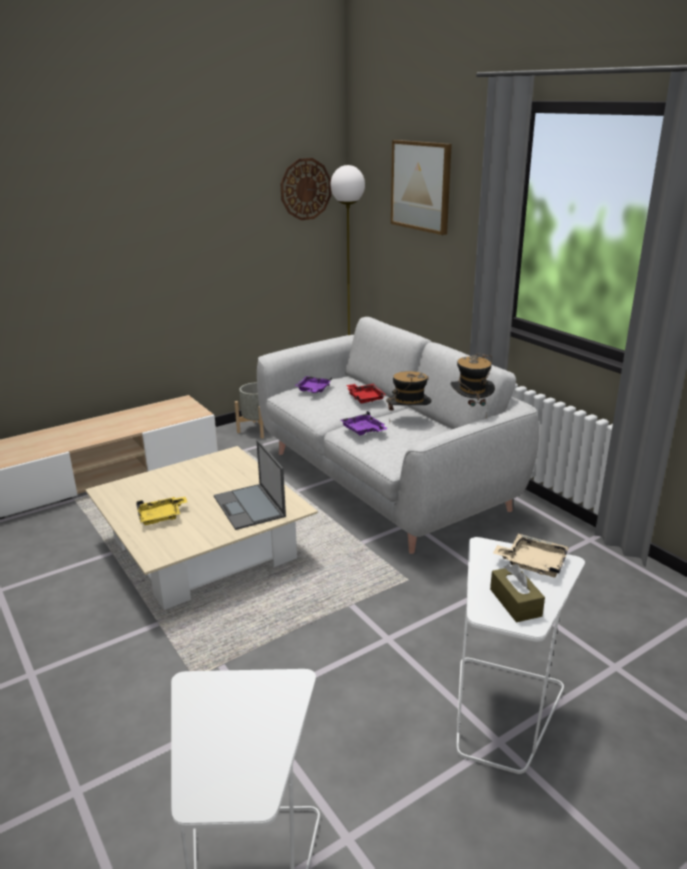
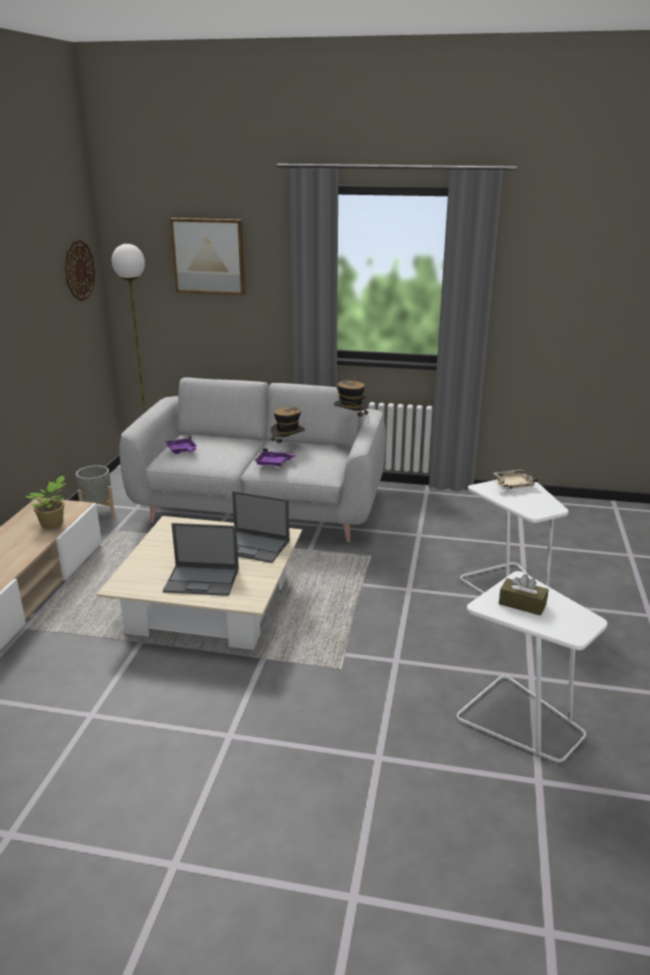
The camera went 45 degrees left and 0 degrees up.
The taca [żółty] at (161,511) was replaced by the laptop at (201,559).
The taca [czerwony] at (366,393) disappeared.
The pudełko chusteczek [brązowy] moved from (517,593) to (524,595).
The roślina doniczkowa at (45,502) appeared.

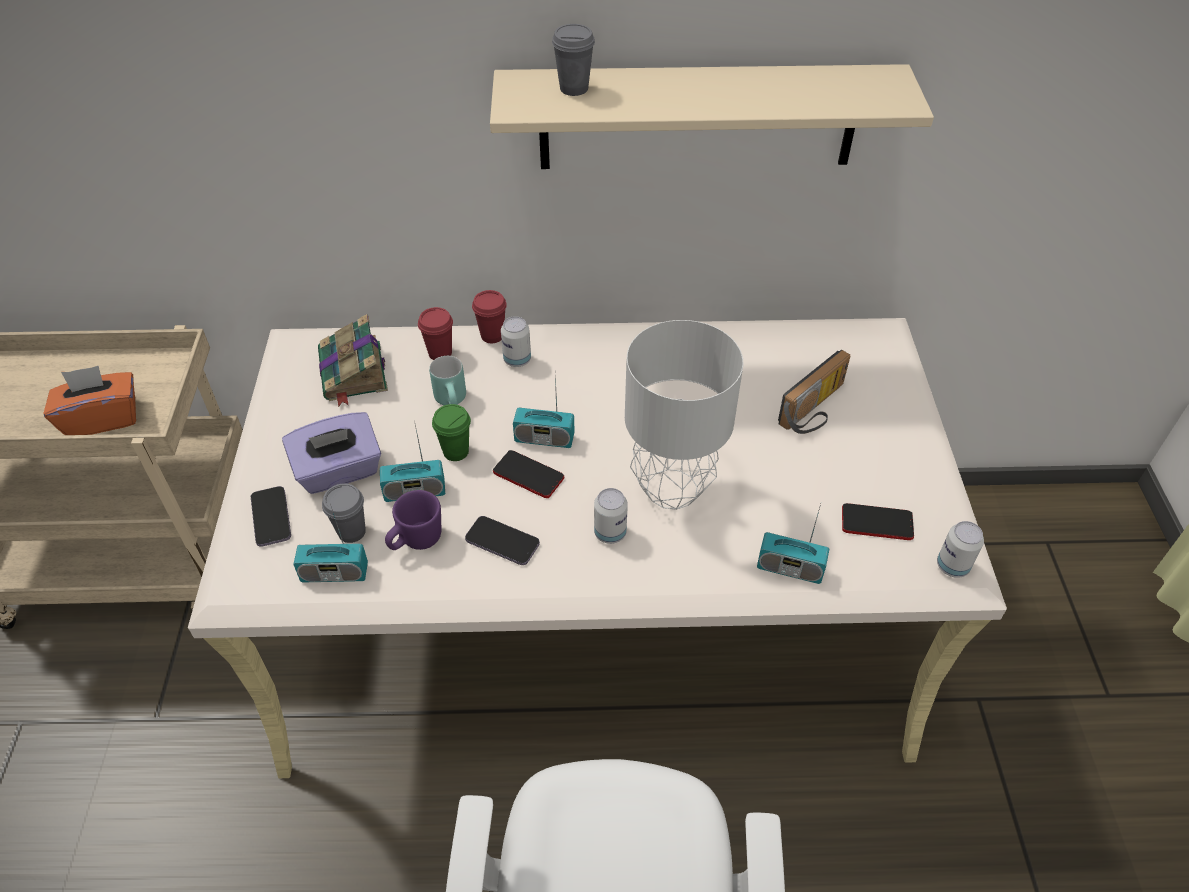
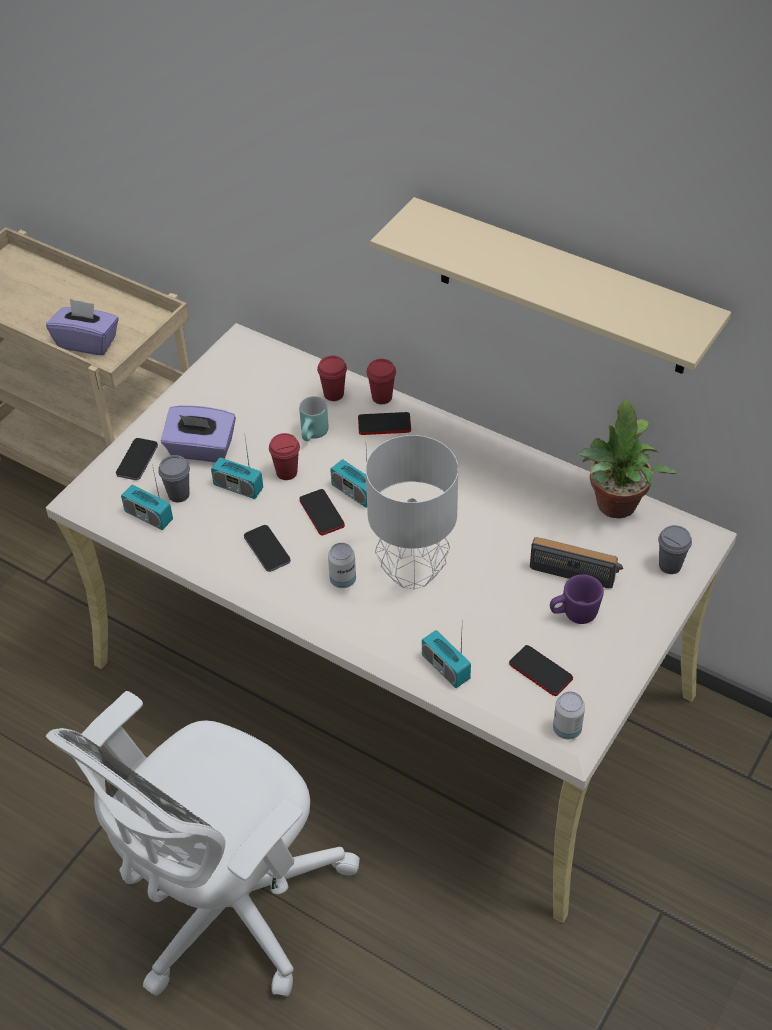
The camera went 35 degrees right and 0 degrees up.
The pudełko chusteczek [pomarańczowy] at (89,400) became the pudełko chusteczek [fioletowy] at (82,327).
The książka at (353,360) disappeared.
The kubek [fioletowy] moved from (413,520) to (577,599).
The filiżanka [zielony] at (451,432) became the filiżanka [czerwony] at (284,456).
The puszka at (516,341) was replaced by the telefon at (384,423).
The filiżanka [szary] moved from (573,60) to (675,549).
The radio at (814,392) turned 150 degrees counterclockwise.
The roślina doniczkowa at (627,458) appeared.

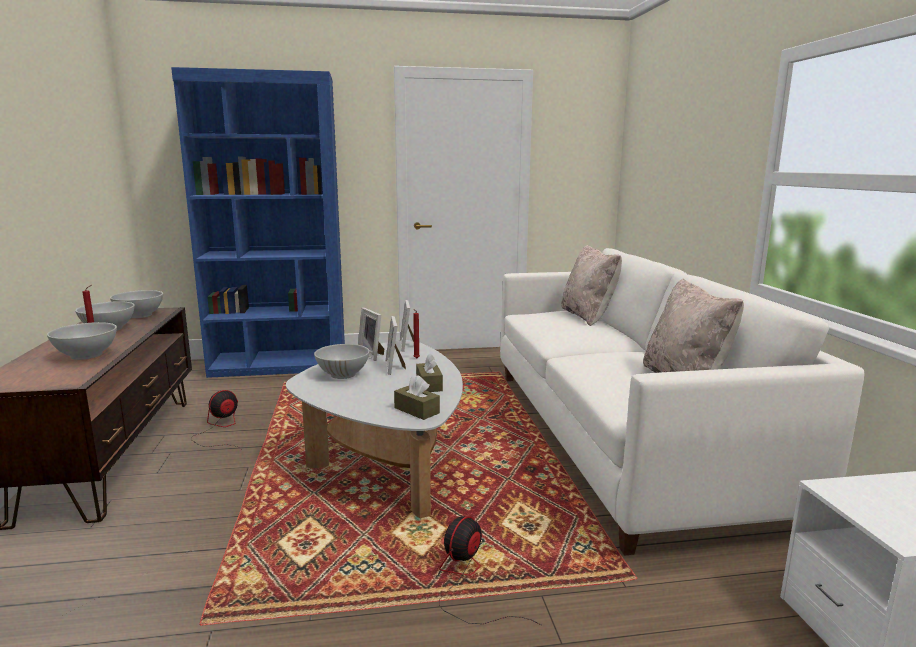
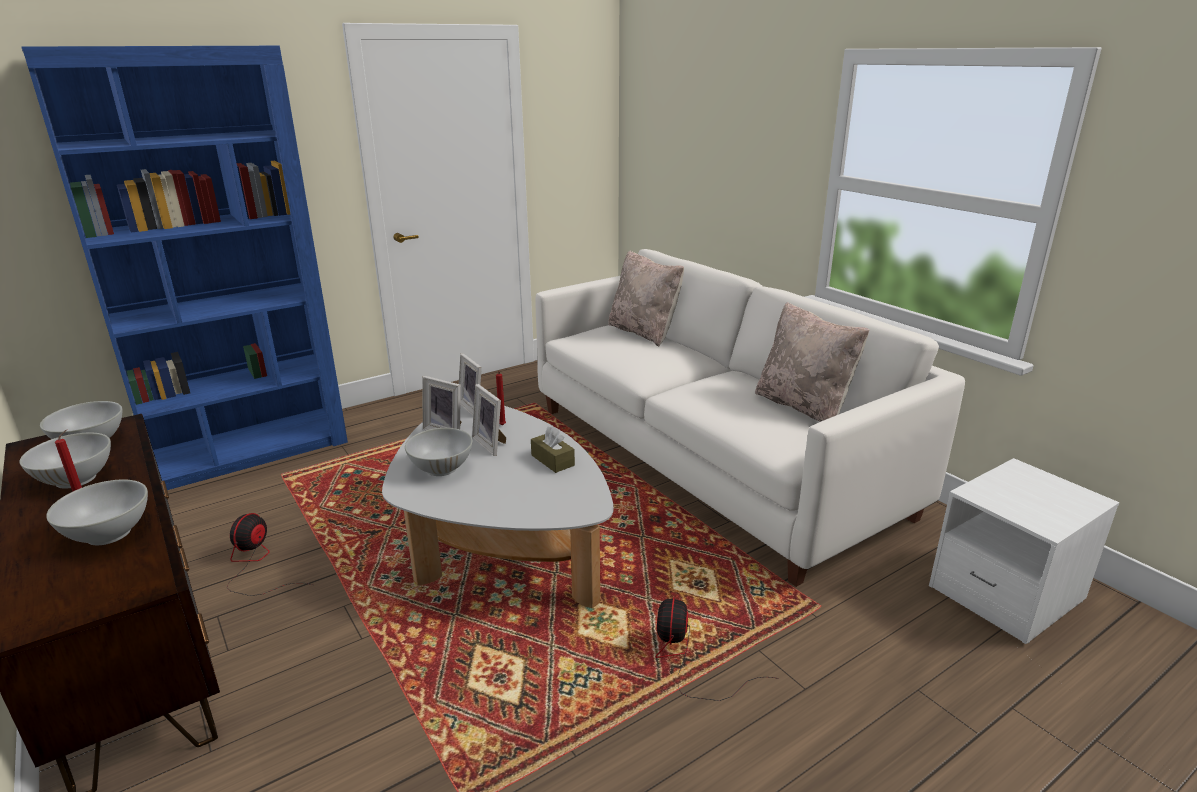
The camera went 25 degrees left and 10 degrees up.
The pudełko chusteczek [brązowy] at (417,397) disappeared.

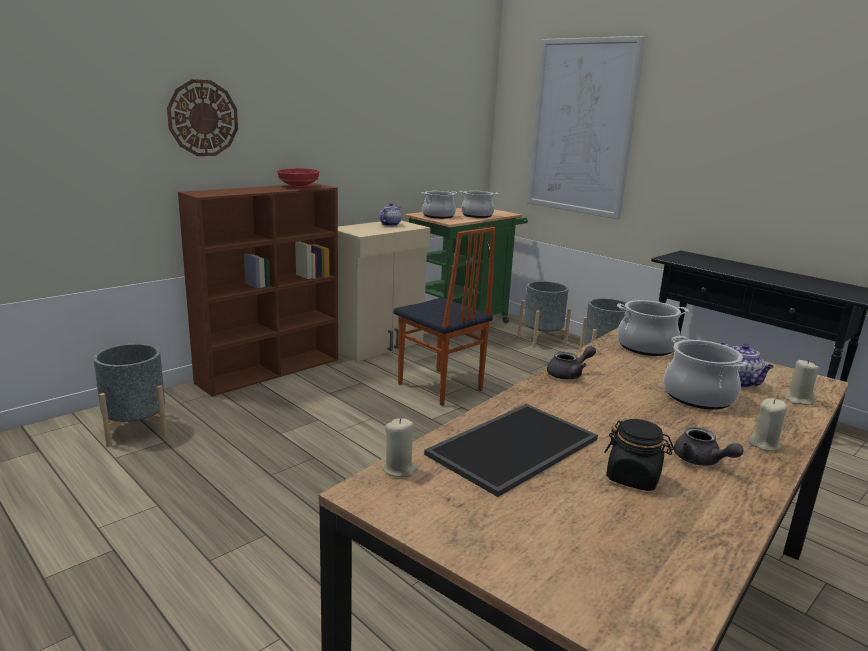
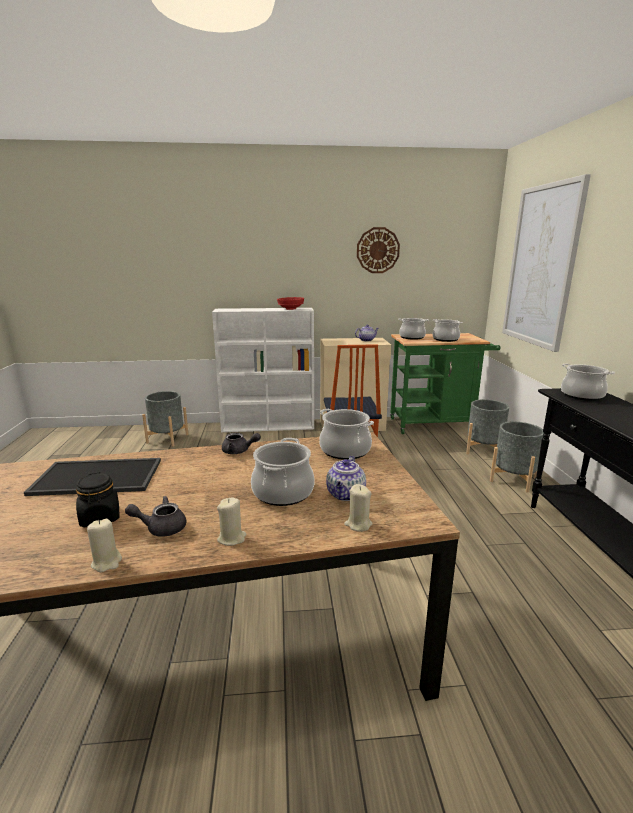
The camera went 40 degrees right and 0 degrees up.
The zegar ścienny moved from (202,117) to (378,250).
The regał [brązowy] at (258,289) became the regał [biały] at (263,370).
The świeca [beżowy] moved from (399,447) to (104,545).
The imbryk [szary] at (709,446) turned 75 degrees clockwise.
The garnek at (588,382) appeared.

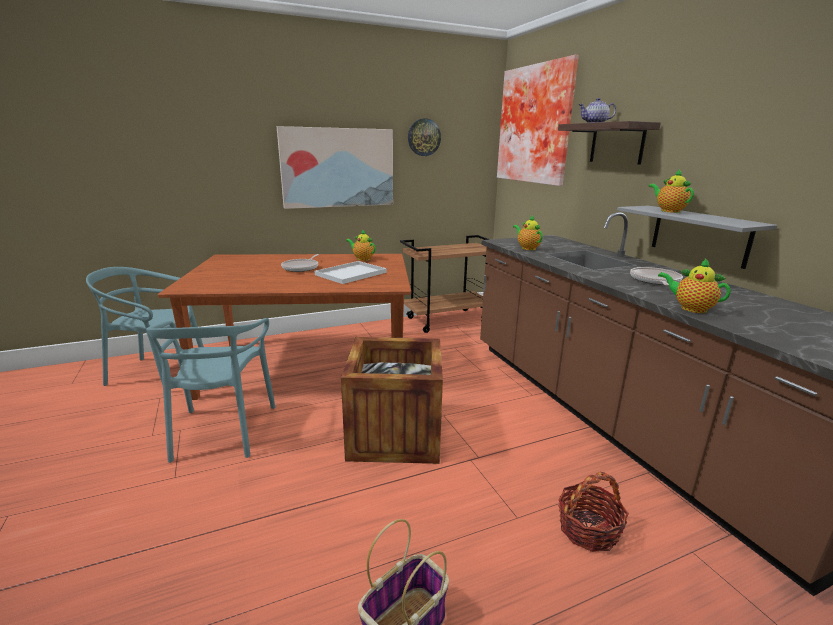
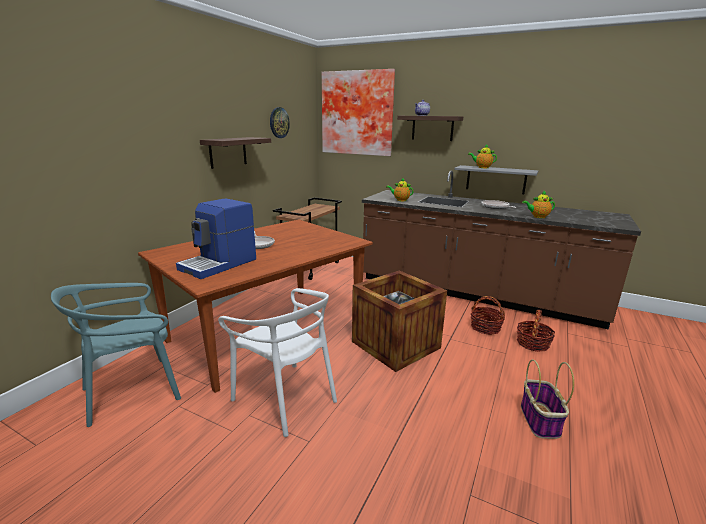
The camera went 40 degrees left and 0 degrees up.
The krzesło [turkusowy] at (211,390) became the krzesło [biały] at (277,362).
The obraz at (335,167) was replaced by the półka at (235,153).
The taca [biały] at (351,272) disappeared.
The imbryk at (361,245) disappeared.
The ekspres do kawy at (216,239) appeared.
The koszyk at (487,315) appeared.

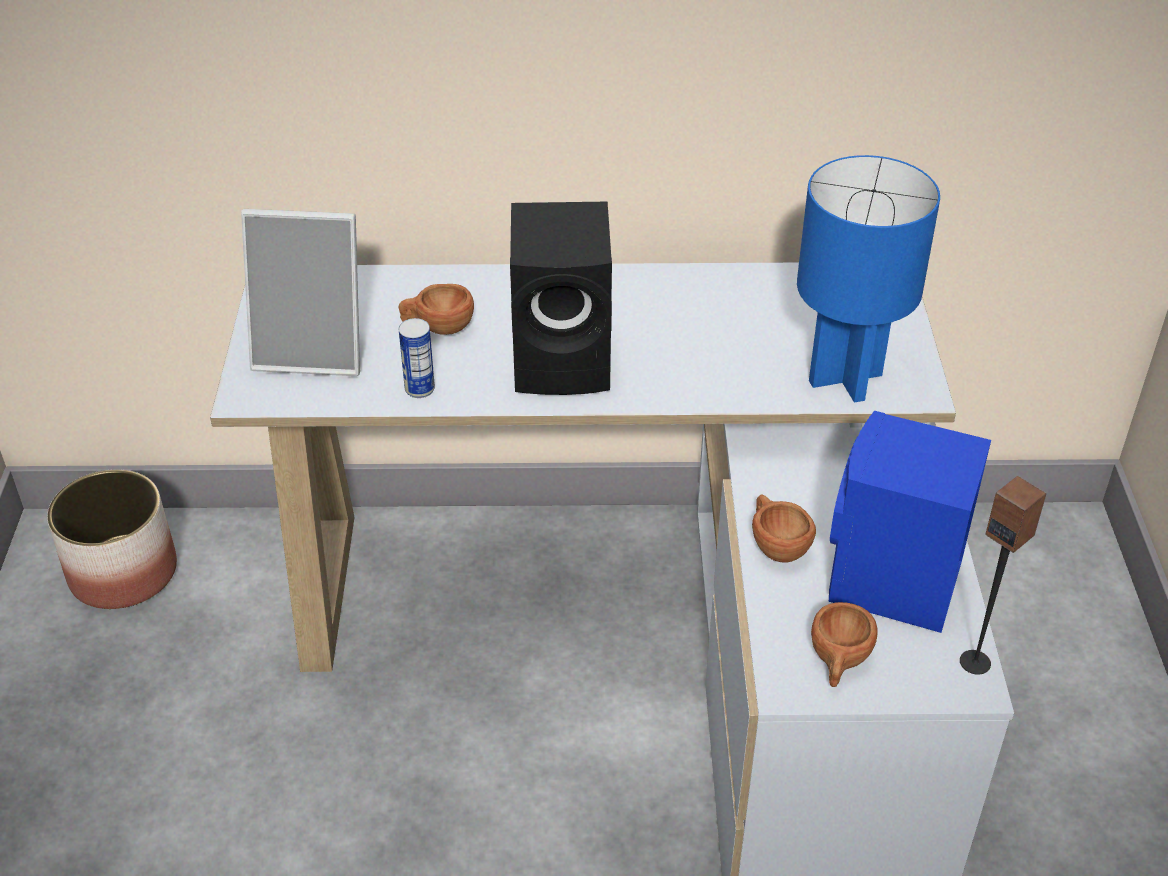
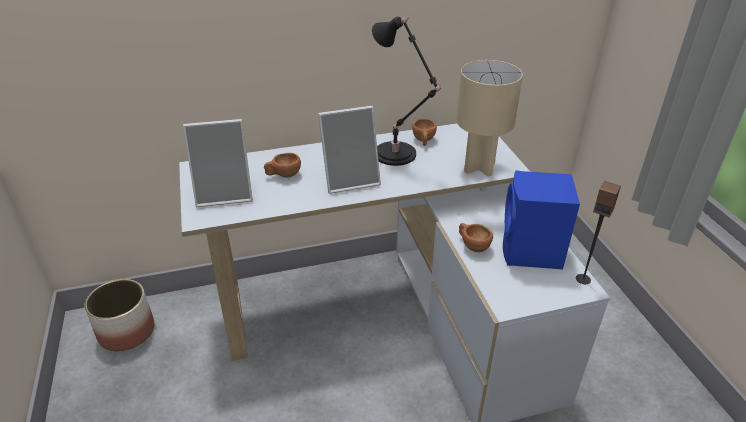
The camera went 15 degrees left and 5 degrees down.
The puszka at (417,358) disappeared.
The głośnik [czarny] at (561,298) was replaced by the ramka na zdjęcie at (349,150).
The lampa stołowa [niebieski] at (868,279) became the lampa stołowa [beżowy] at (489,118).
The filiżanka [brązowy] moved from (844,644) to (424,132).
The lampa stołowa [czarny] at (408,91) appeared.

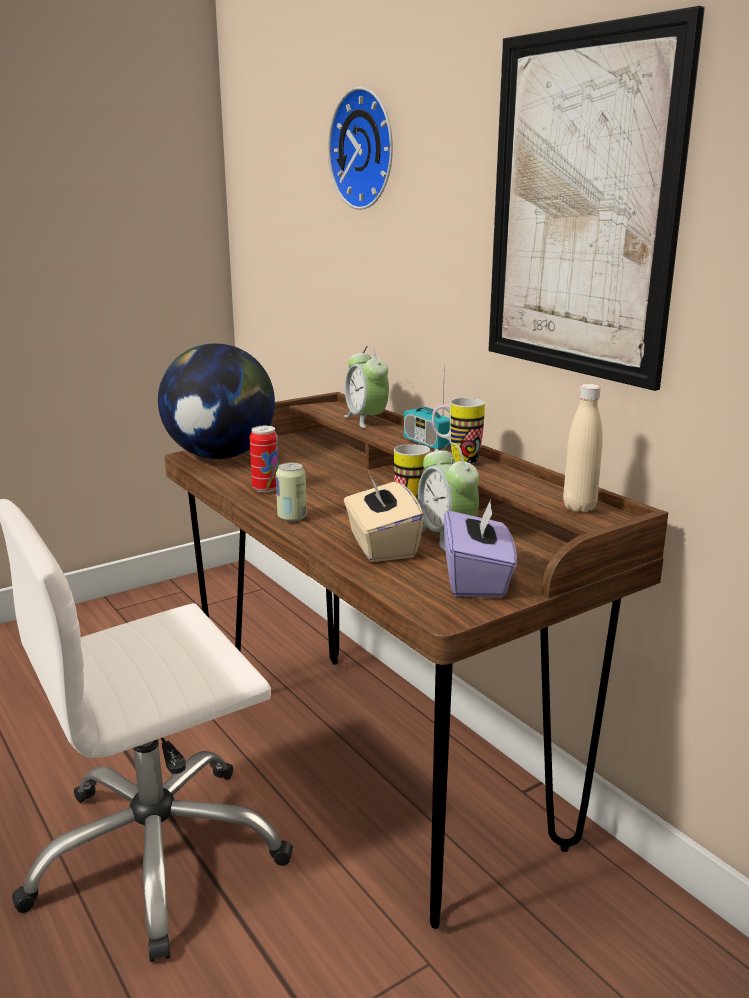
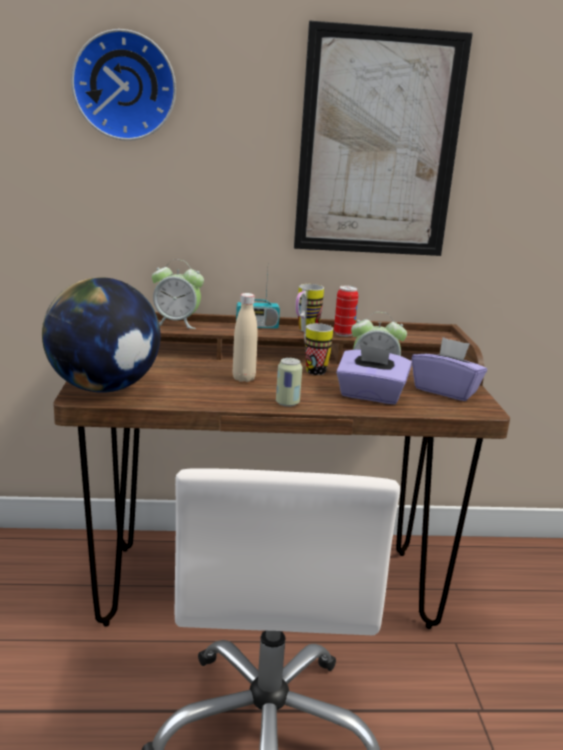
The camera went 60 degrees left and 0 degrees up.
The puszka moved from (264,459) to (346,311).
The pudełko chusteczek [beżowy] at (384,517) became the pudełko chusteczek [fioletowy] at (374,374).
The butelka [beżowy] moved from (582,448) to (245,337).

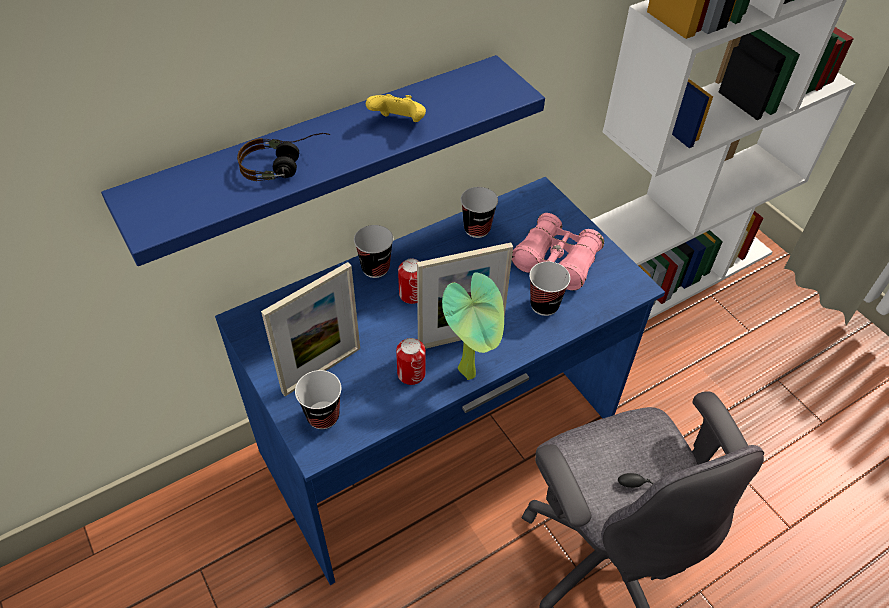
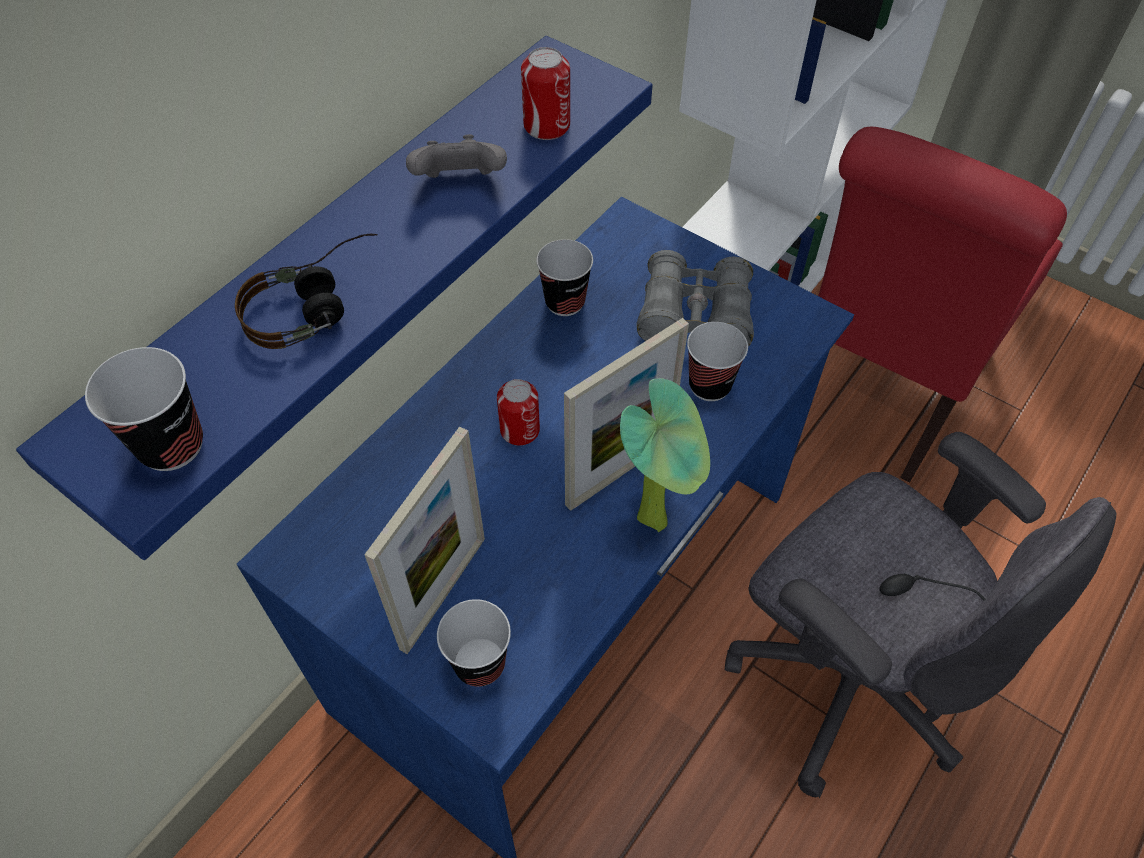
The camera went 20 degrees left and 5 degrees up.
The filiżanka moved from (373,251) to (144,409).
The pad do gier [żółty] at (396,108) became the pad do gier [szary] at (456,156).
The puszka moved from (411,361) to (545,93).
The lornetka [różowy] at (558,251) became the lornetka [szary] at (695,298).
The krzesło [czerwony] at (942,305) appeared.

